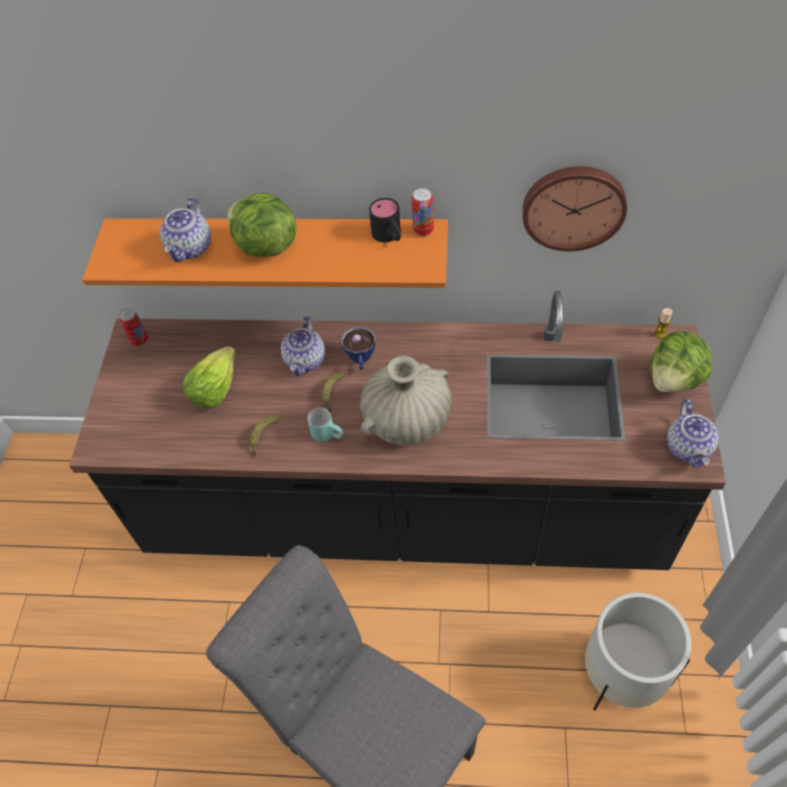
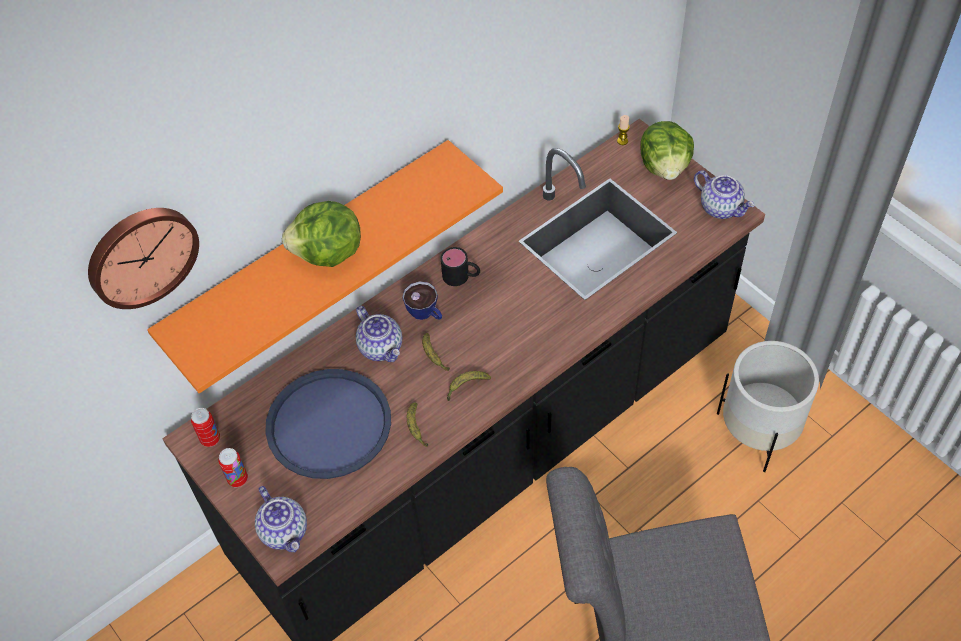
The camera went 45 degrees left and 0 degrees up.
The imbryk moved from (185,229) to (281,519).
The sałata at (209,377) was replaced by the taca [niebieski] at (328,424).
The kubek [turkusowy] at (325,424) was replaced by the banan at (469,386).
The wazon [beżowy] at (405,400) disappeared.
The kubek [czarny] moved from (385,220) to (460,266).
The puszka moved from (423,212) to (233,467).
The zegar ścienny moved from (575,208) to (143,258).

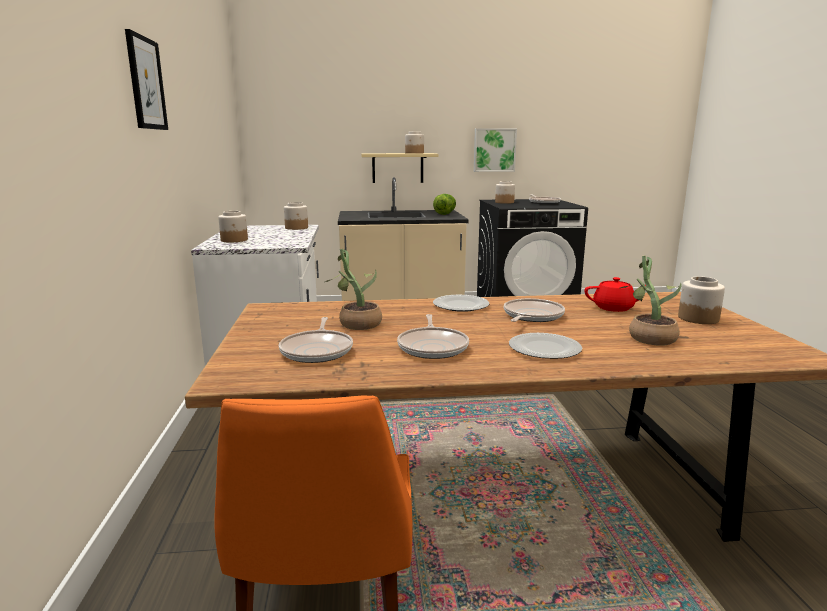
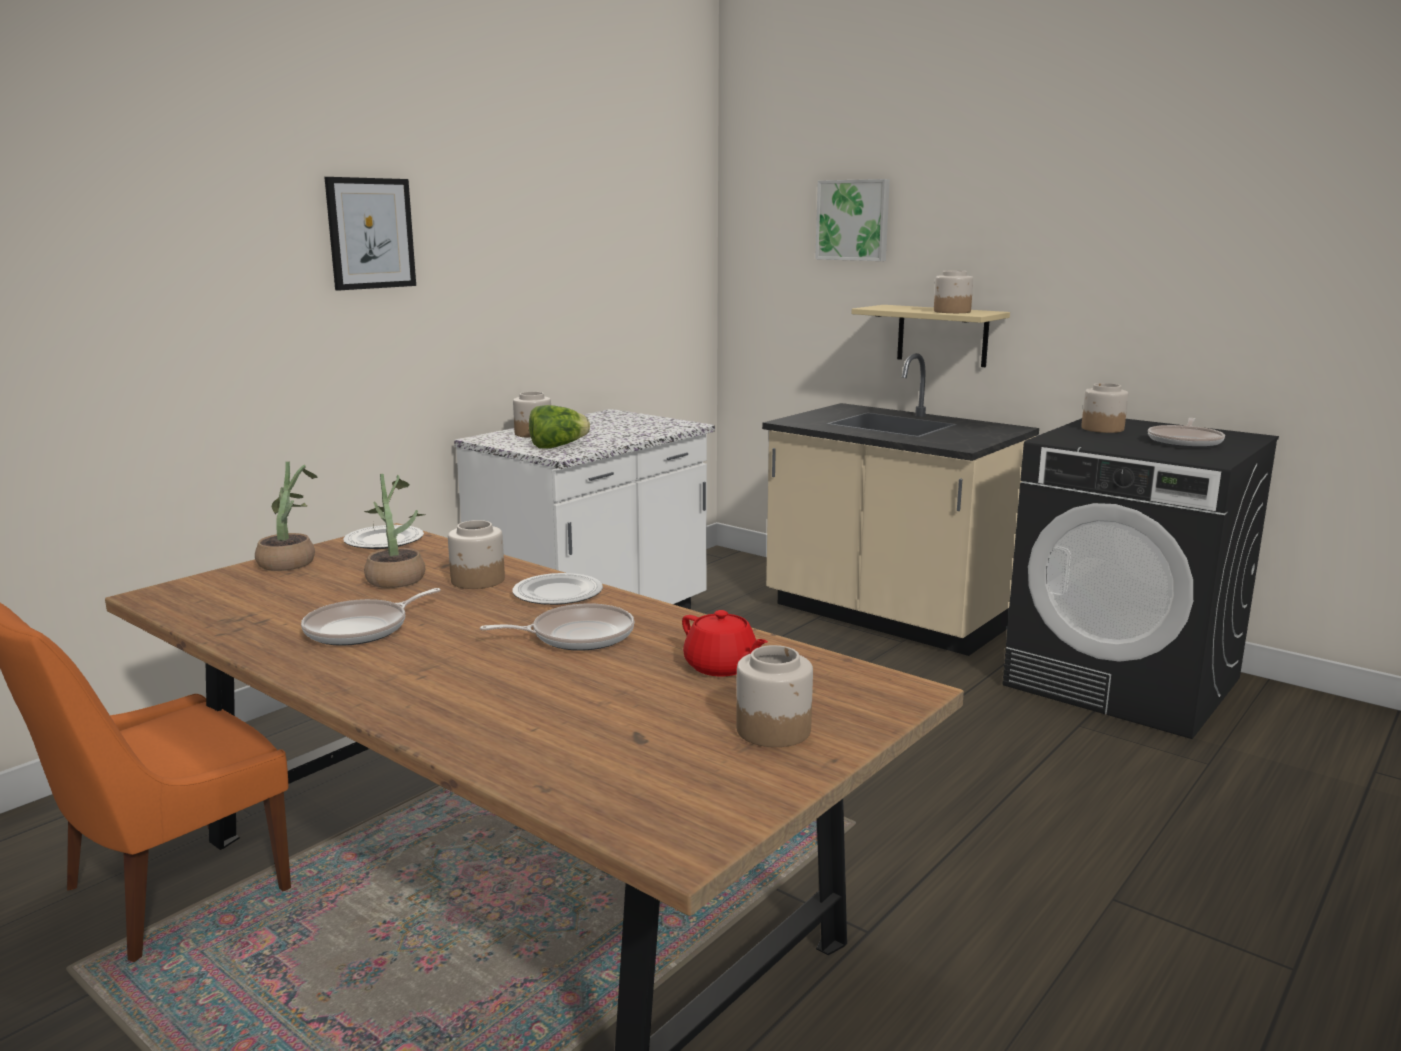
The camera went 45 degrees right and 0 degrees up.
The patelnia at (316,340) disappeared.
The słoik moved from (296,216) to (476,554).
The sałata moved from (444,204) to (559,427).
The obraz moved from (495,150) to (852,220).
The talerz moved from (545,346) to (383,537).
The roślina doniczkowa moved from (650,301) to (286,516).

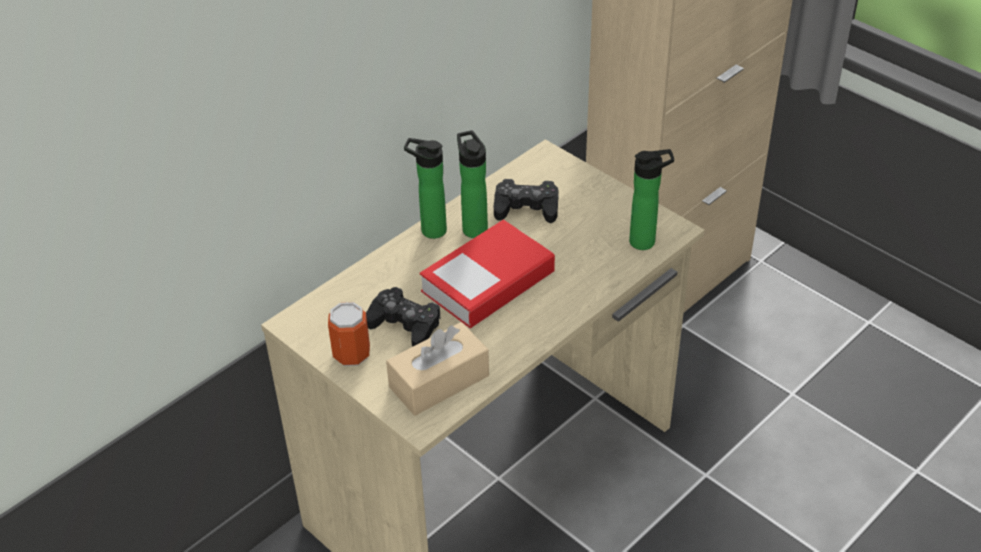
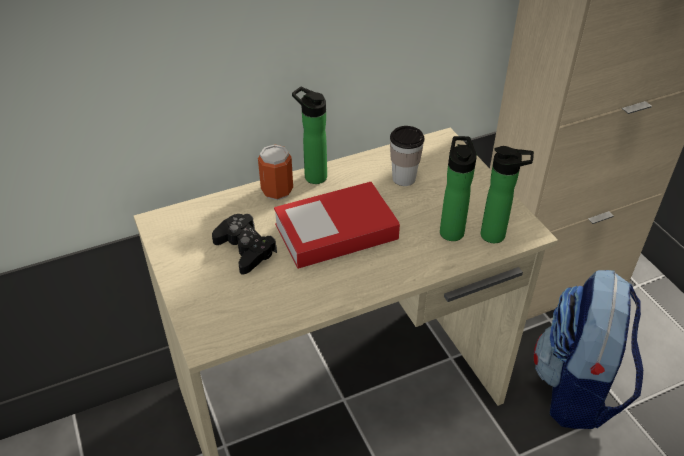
The camera went 20 degrees right and 0 degrees up.
The puszka moved from (349,334) to (275,172).
The pudełko chusteczek [beżowy] at (437,369) disappeared.
The butelka moved from (472,184) to (458,188).
The pad do gier [czarny] at (526,201) was replaced by the filiżanka at (407,156).
The plecak at (588,349) appeared.

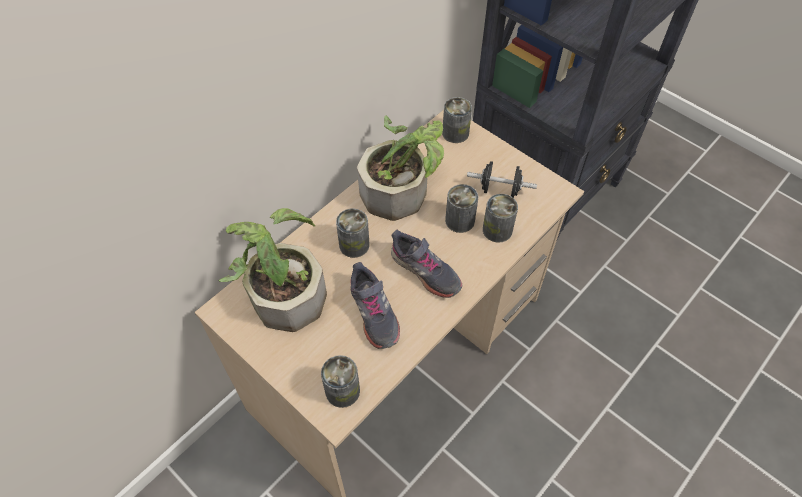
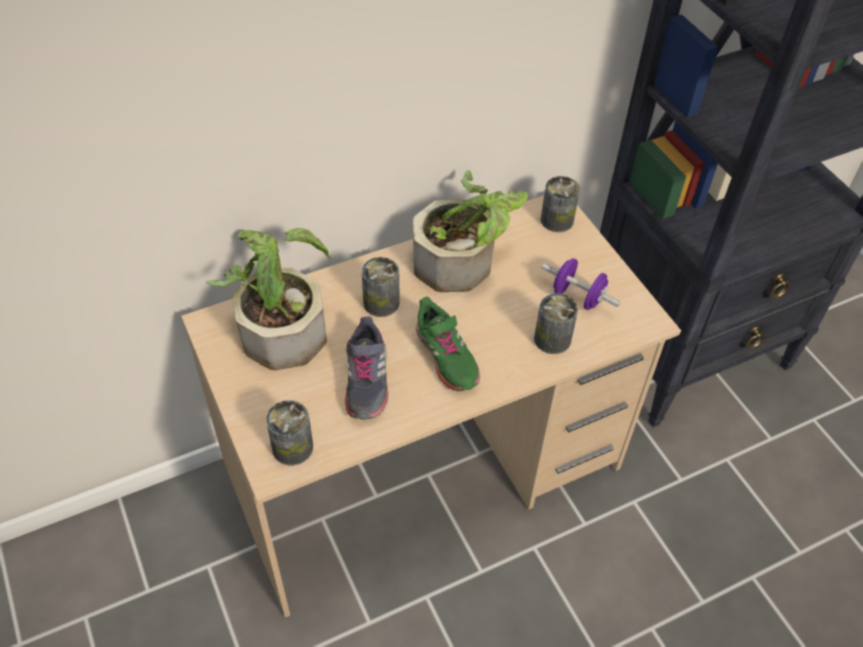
The camera went 20 degrees right and 5 degrees down.
The but [szary] at (426,264) became the but [zielony] at (448,344).
The puszka at (461,208) disappeared.
The hantel [czarny] at (502,179) became the hantel [fioletowy] at (581,284).

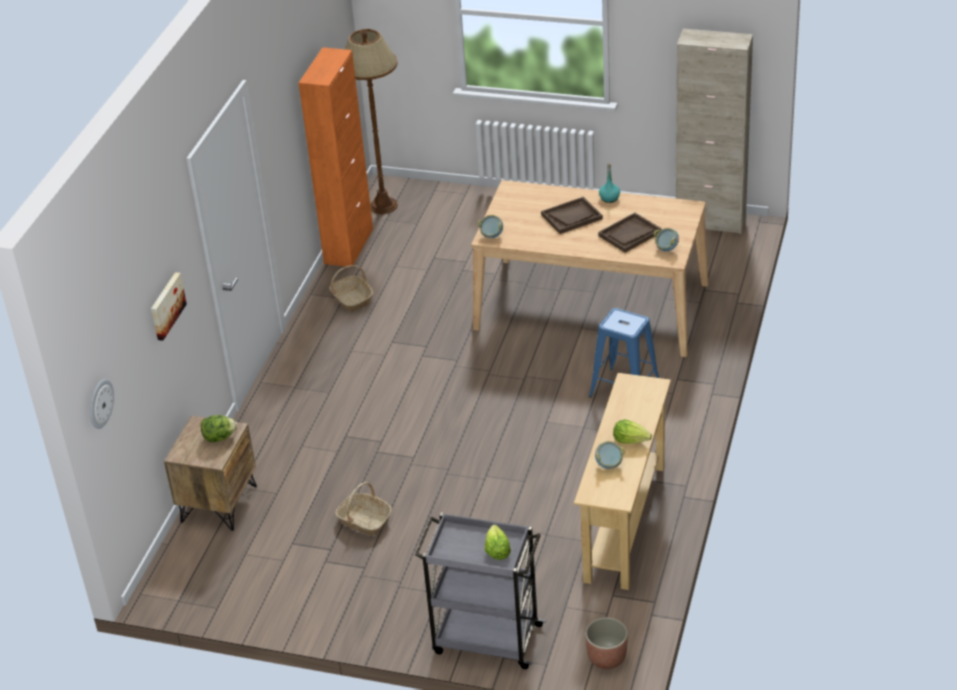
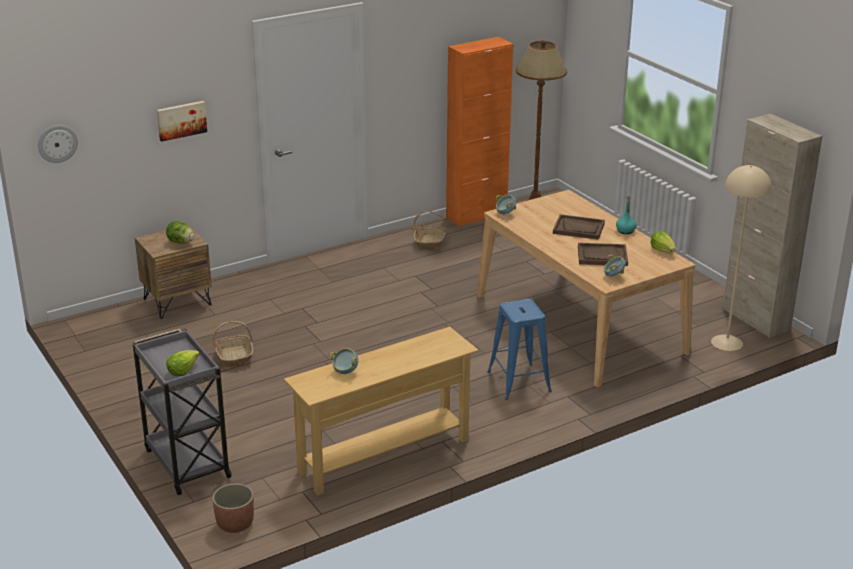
The camera went 40 degrees right and 10 degrees down.
The sałata moved from (632,431) to (663,242).
The lampa stojąca [beżowy] at (741,258) appeared.

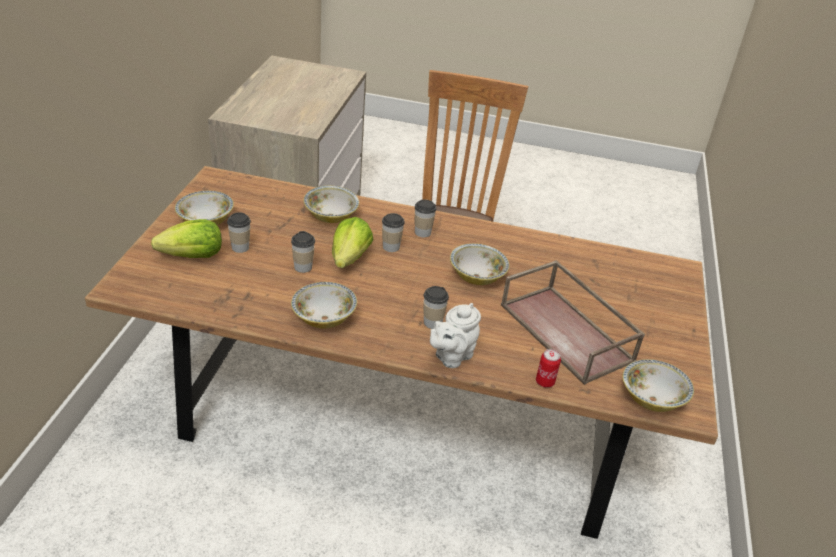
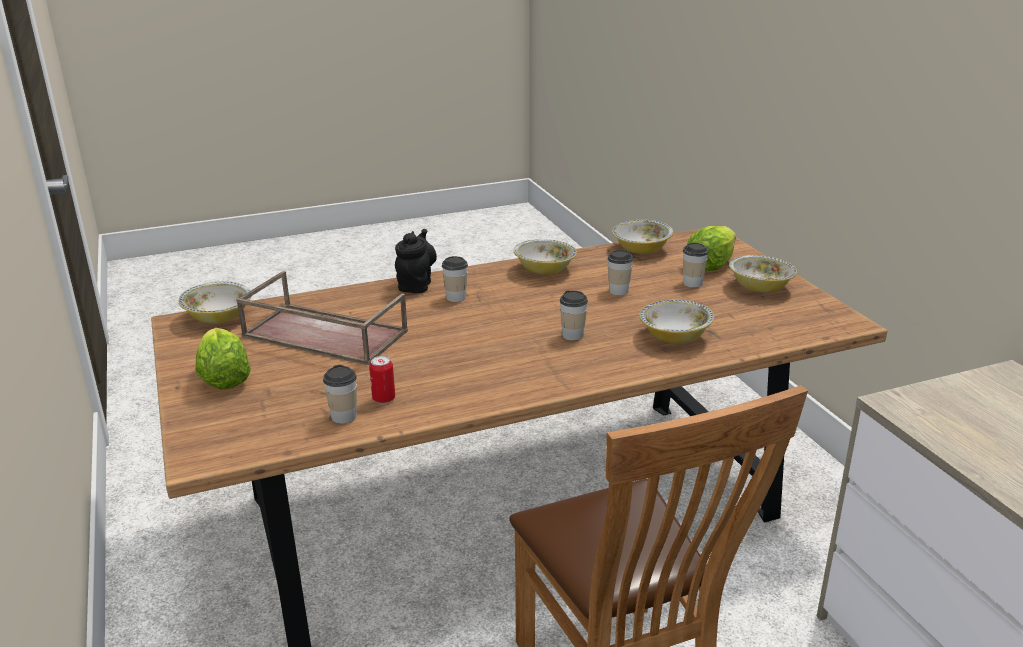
The camera went 150 degrees right and 10 degrees down.
The sałata moved from (352,242) to (223,358).
The filiżanka moved from (425,218) to (340,394).
The imbryk [biały] at (455,335) became the imbryk [czarny] at (416,261).
The miska moved from (479,264) to (642,237).
The puszka moved from (548,368) to (382,379).

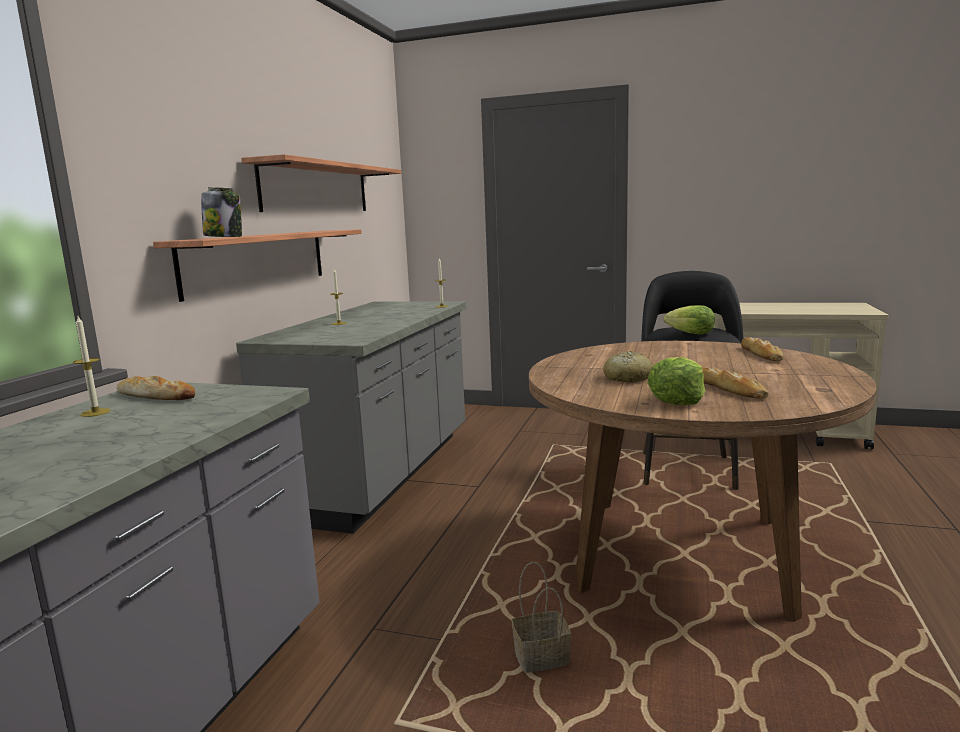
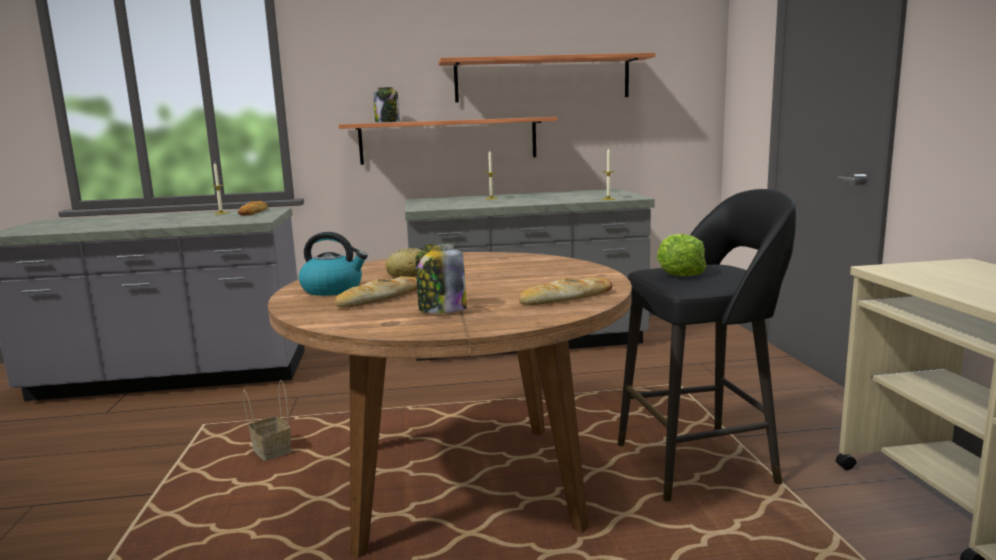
The camera went 65 degrees right and 0 degrees up.
The sałata at (676,381) was replaced by the czajnik at (333,264).
The słoik at (441,278) appeared.

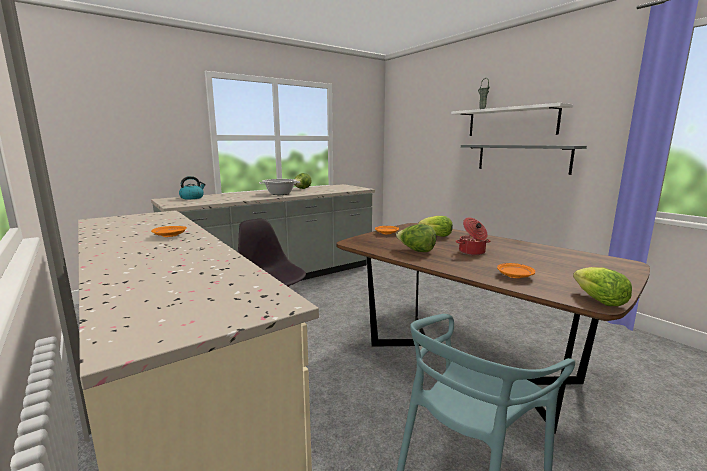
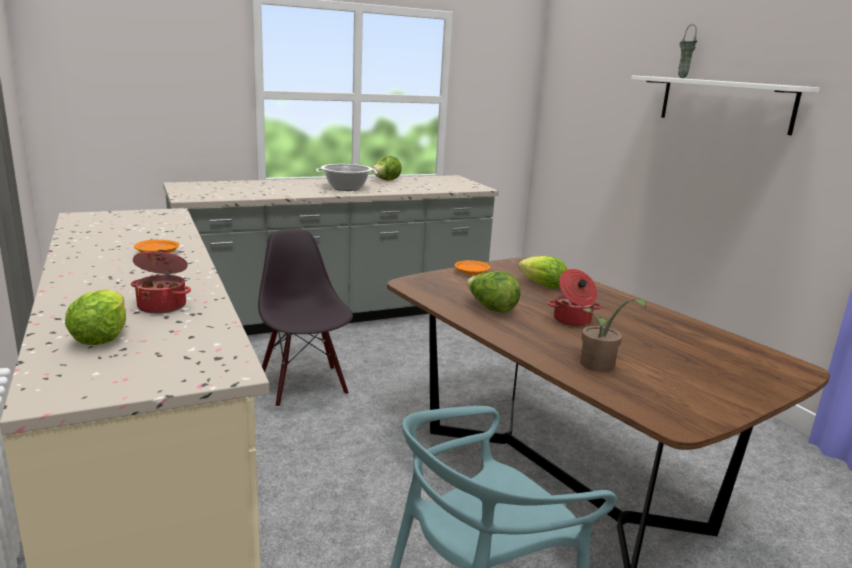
The camera went 10 degrees right and 5 degrees up.
The czajnik at (192,187) disappeared.
The półka [szary] at (524,160) disappeared.
The talerz [pomarańczowy] at (516,270) was replaced by the roślina doniczkowa at (613,335).
The sałata moved from (602,286) to (95,317).
The garnek at (161,282) appeared.

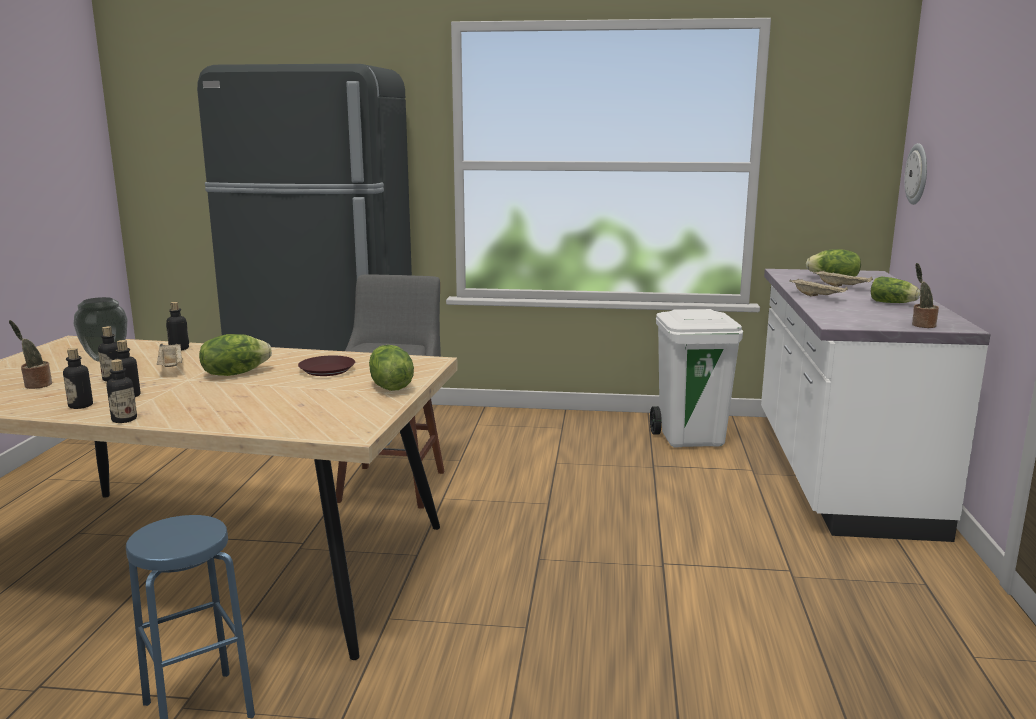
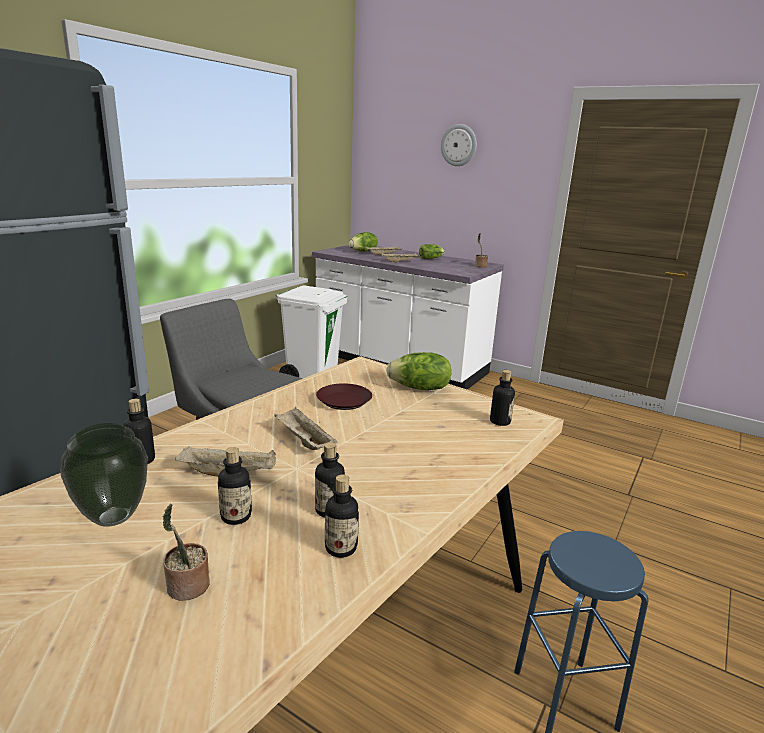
The camera went 65 degrees left and 5 degrees up.
The butelka moved from (122,391) to (502,398).
The sałata at (235,355) was replaced by the taca [beżowy] at (306,428).
The zegar ścienny moved from (915,174) to (459,145).

